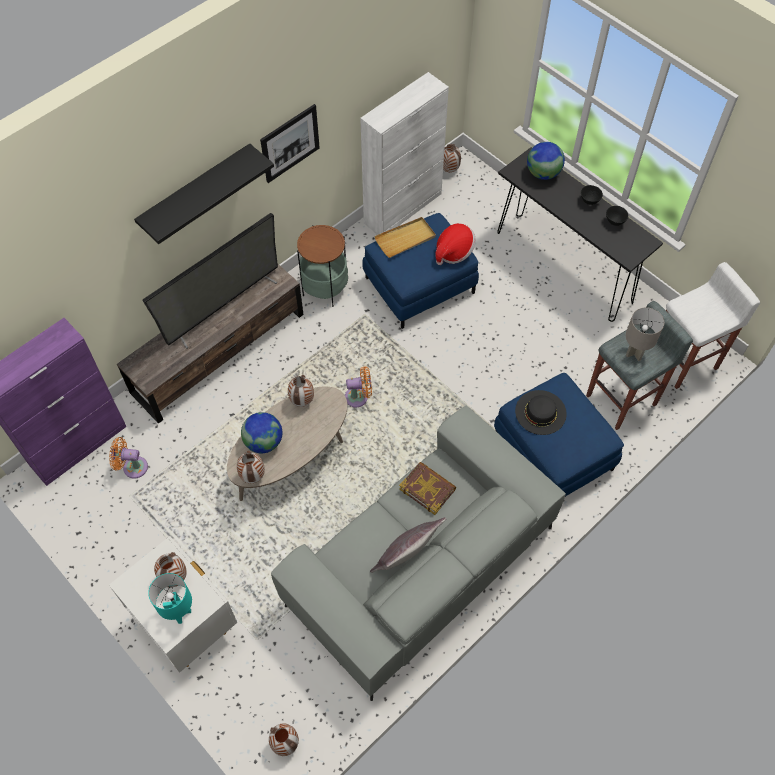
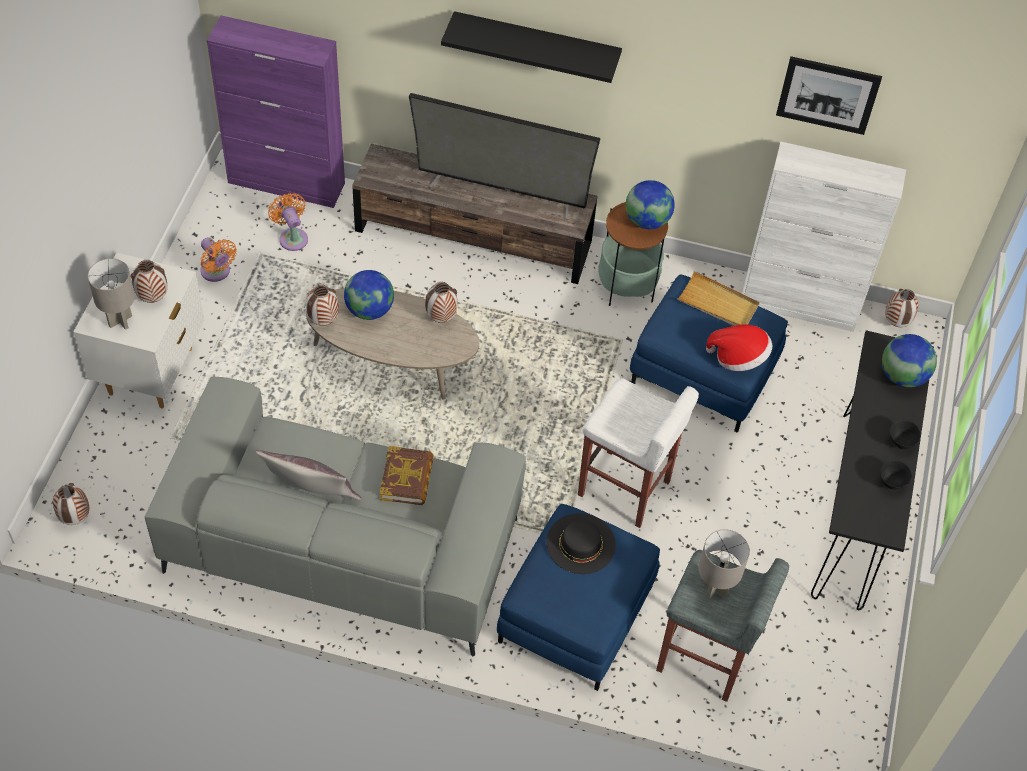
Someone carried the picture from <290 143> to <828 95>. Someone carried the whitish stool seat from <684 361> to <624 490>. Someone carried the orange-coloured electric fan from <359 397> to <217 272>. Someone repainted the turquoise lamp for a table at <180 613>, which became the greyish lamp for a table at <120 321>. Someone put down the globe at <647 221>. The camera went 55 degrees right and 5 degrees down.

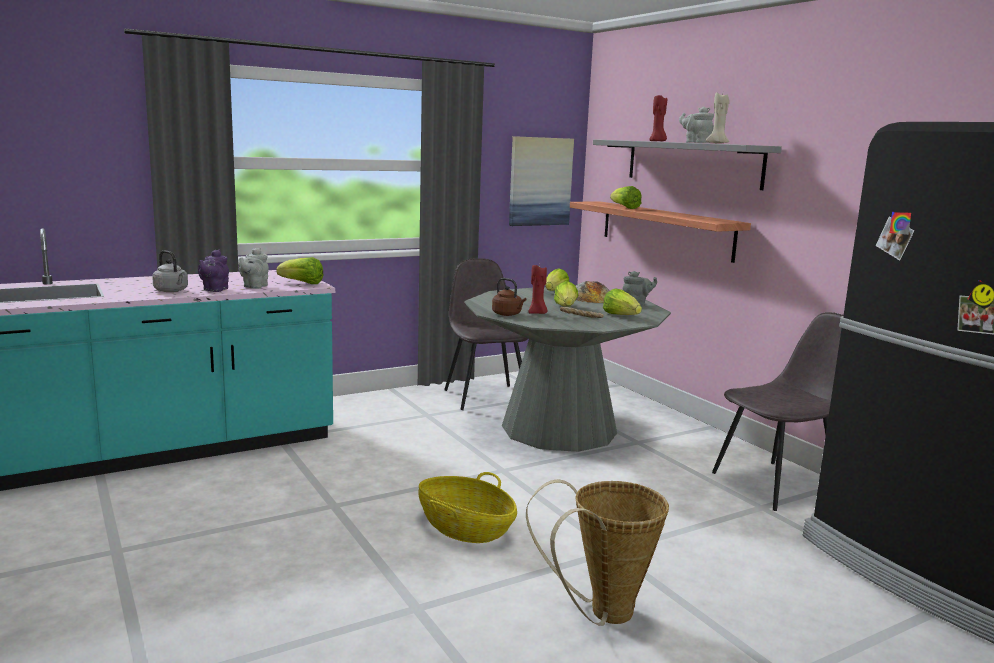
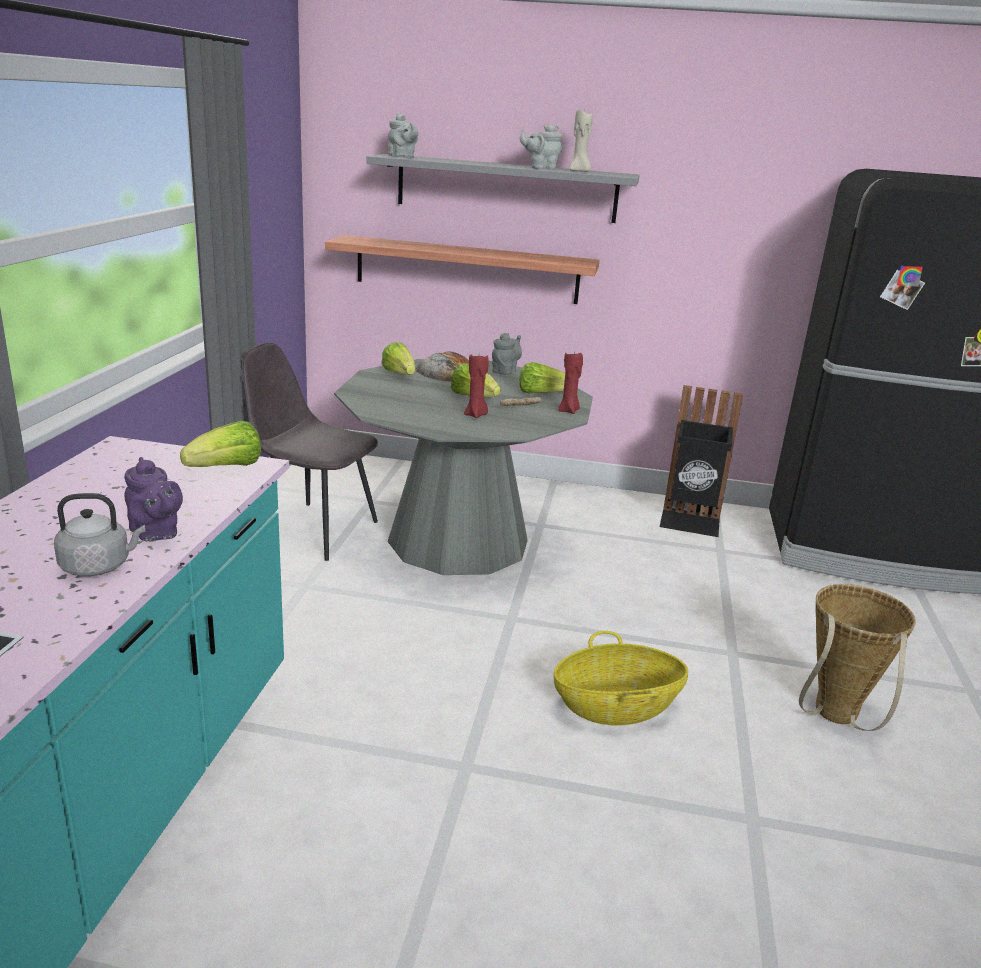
Someone carried the red candle from <657 141> to <569 411>. Someone took away the picture at <540 181>. Someone took away the lettuce at <624 208>. Someone carried the greyish tea pot from <254 286> to <402 157>. Someone took away the brown-coloured kettle at <508 314>. Someone swapped the greyish chair at <776 485> for the blackish rubbish bin at <690 523>. The camera went 50 degrees left and 10 degrees up.

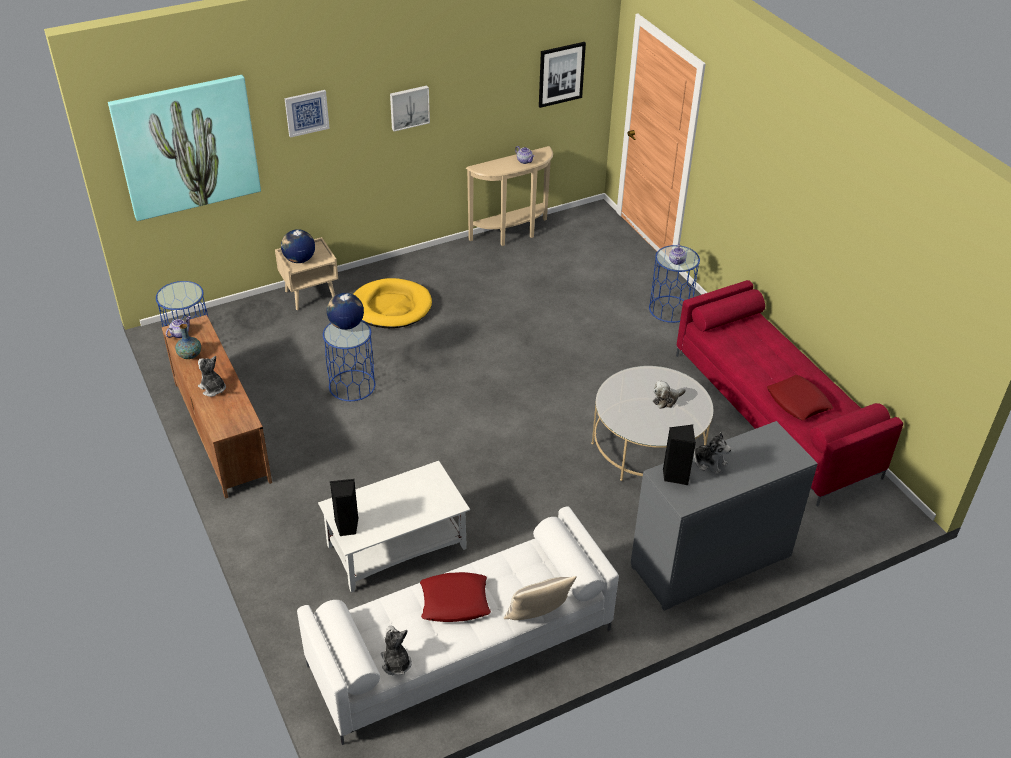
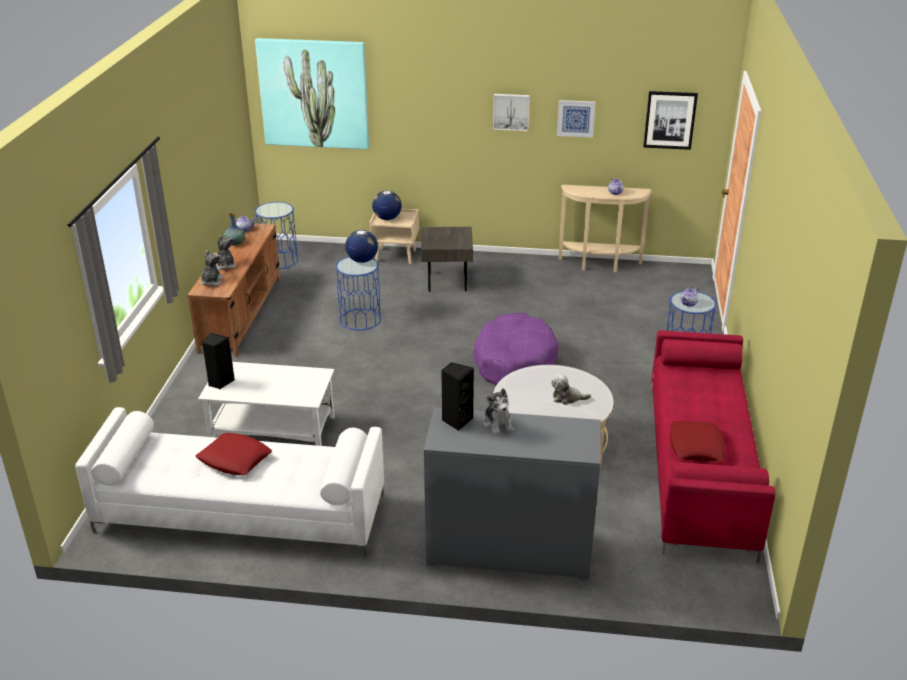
Someone carried the picture from <306 113> to <576 118>. Someone swapped the yellow-coloured dog bed at <390 307> for the greyish end table at <446 281>. Someone took away the cushion at <538 615>. Someone carried the plush toy from <396 663> to <211 282>. Someone put down the purplish dog bed at <514 362>. The camera went 35 degrees right and 10 degrees down.

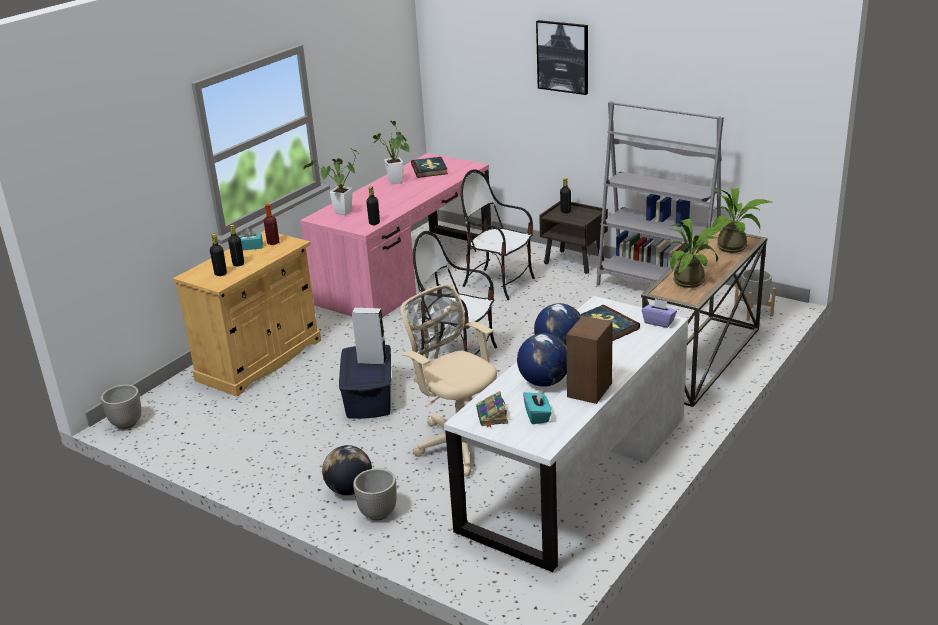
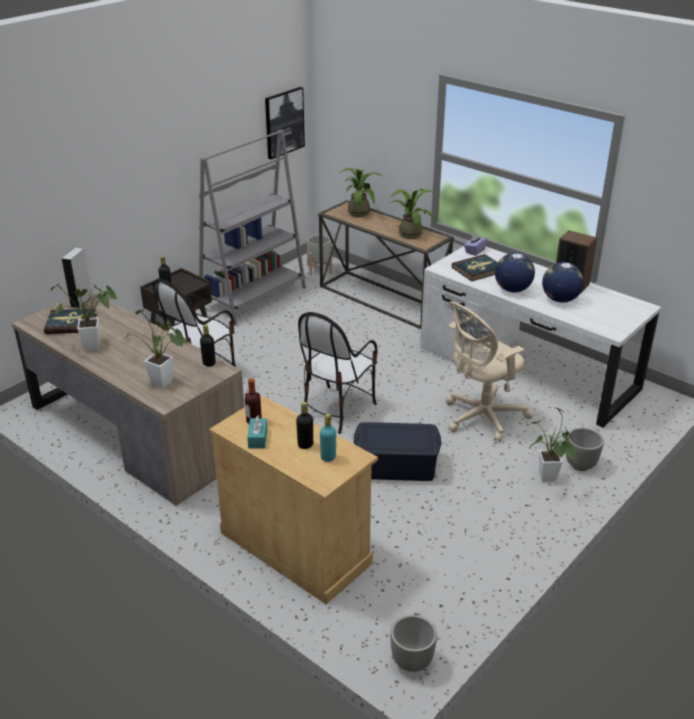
Someone carried the picture from <563 57> to <284 122>. Someone repainted the pink-coloured desk unit at <406 273>, which became the brown-coloured desk unit at <136 432>. Someone repainted the blackish beverage bottle at <220 274>, which became the turquoise beverage bottle at <328 457>. Someone carried the greyish audio speaker from <372 361> to <81 301>. Someone took away the turquoise box of tissues at <537 416>. Someone took away the bound book at <492 416>. Someone swapped the globe at <349 490> for the potted plant at <547 480>. The camera went 85 degrees left and 5 degrees up.

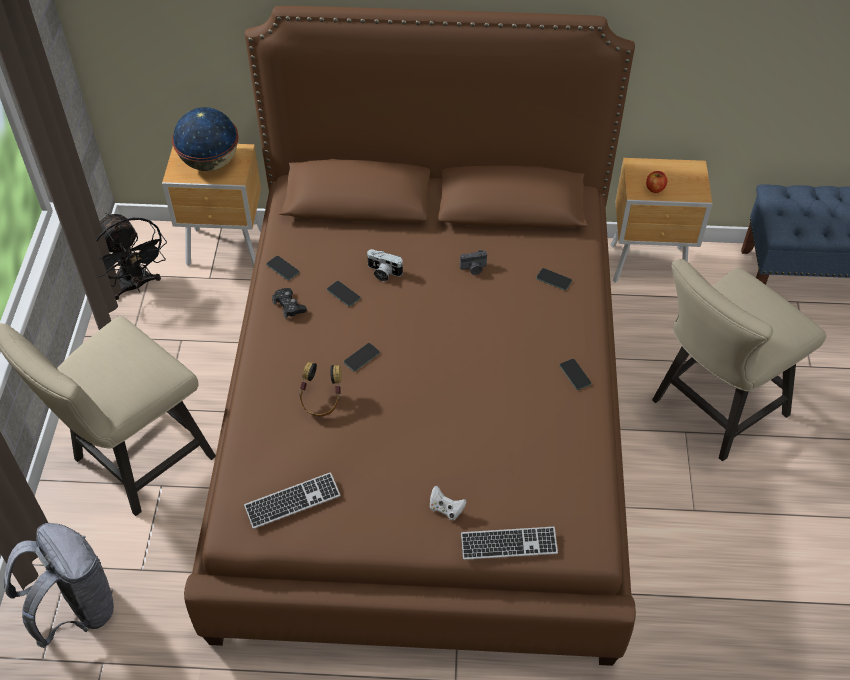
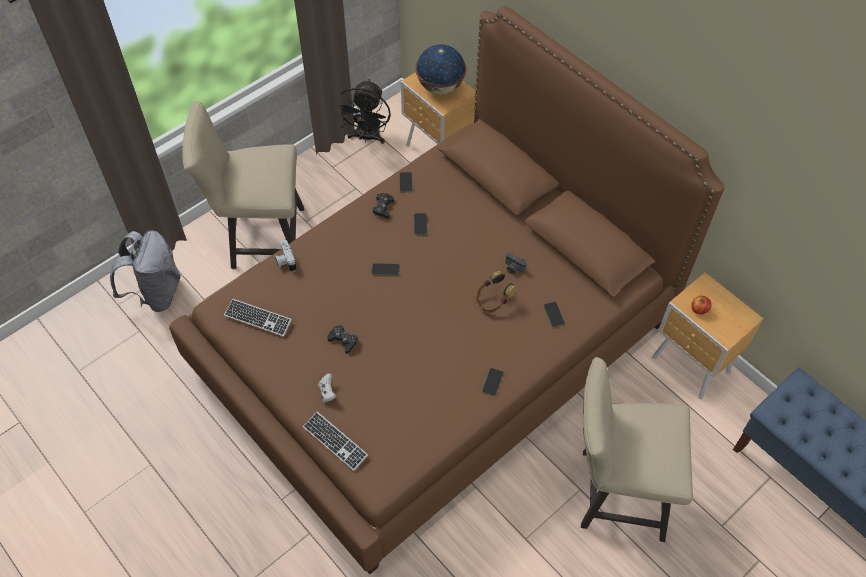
Someone carried the photo camera from <383 272> to <285 261>. Someone carried the headphones from <321 401> to <493 300>. Someone put down the blackish game controller at <343 340>. The camera went 45 degrees right and 5 degrees up.

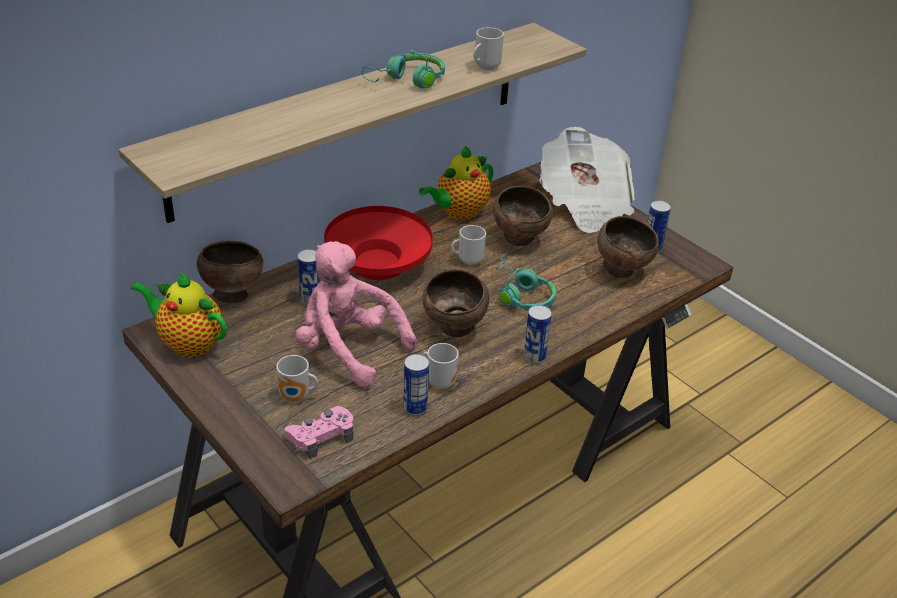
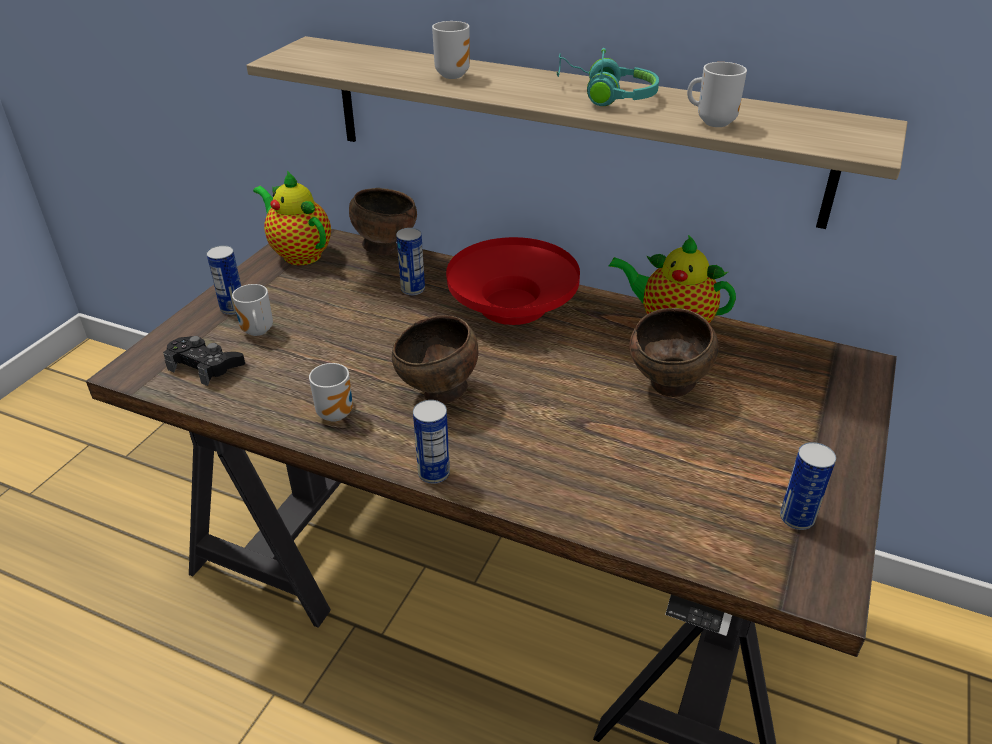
Someone took away the printed paper at <584 204>. Someone took away the brown-coloured deep dish at <622 271>. Someone carried the coffee mug from <468 260> to <452 74>. Someone took away the pink-coloured plush toy at <348 349>. Someone took away the turquoise headphones at <521 295>. Someone rotated the tea pot at <188 343> by 45 degrees counterclockwise. Someone carried the metal can from <415 409> to <233 308>. Someone repainted the pink-coloured game controller at <321 436>, which became the blackish game controller at <205 366>. The camera went 65 degrees right and 0 degrees up.

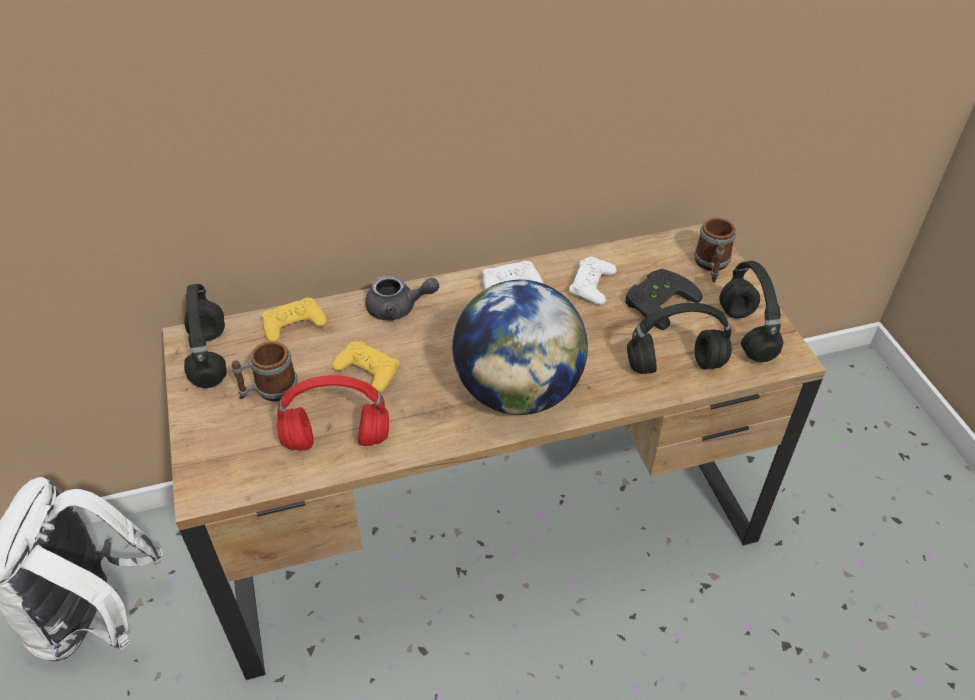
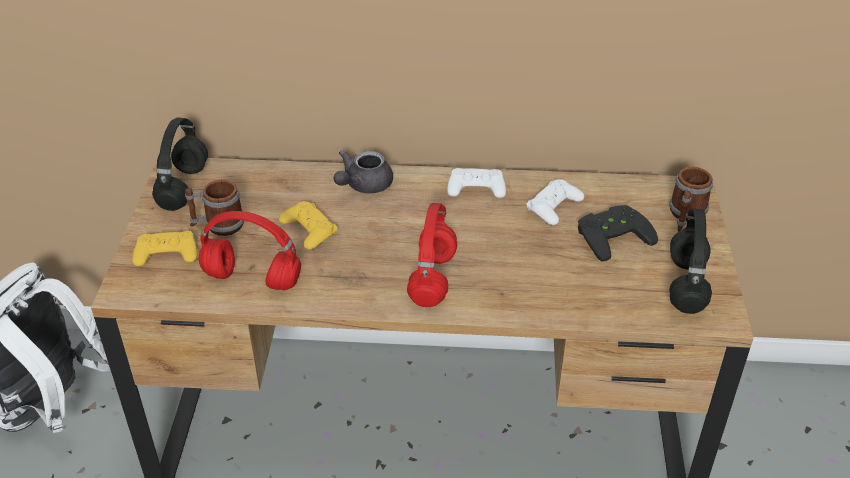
Someone rotated the greyish tea pot at <398 308> by 105 degrees clockwise. Someone swapped the globe at <518 391> for the red headphones at <433 280>. Someone carried the yellow-coloured game controller from <293 324> to <167 253>. Someone took away the blackish headphones at <676 364>. The camera went 20 degrees right and 5 degrees down.

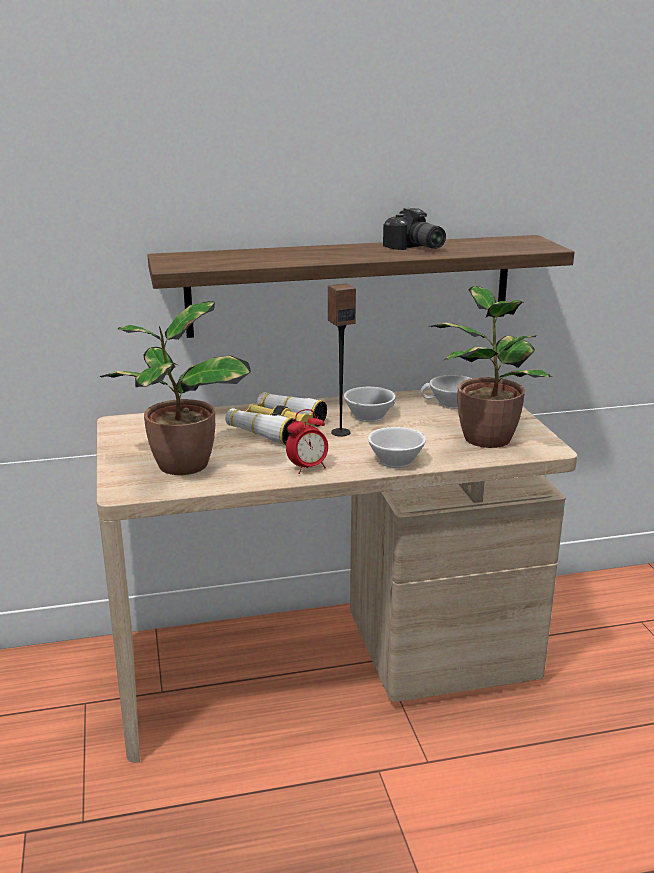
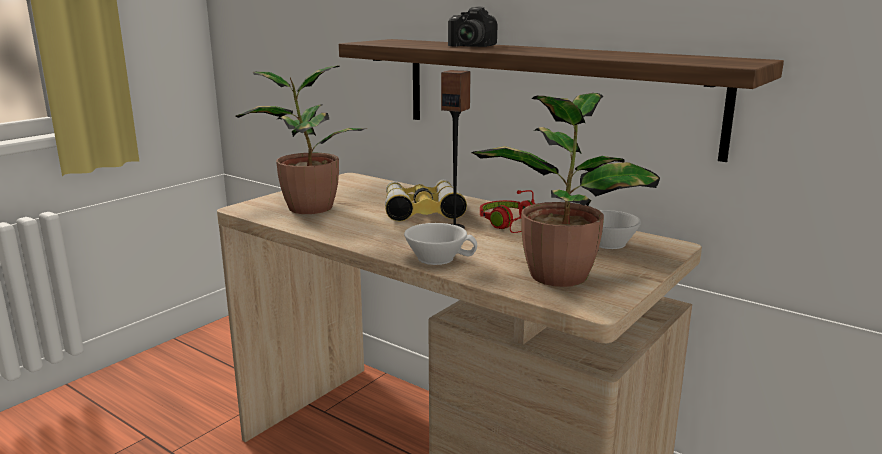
Someone carried the photo camera from <414 248> to <467 46>. Someone swapped the whitish drinking cup at <369 415> for the red headphones at <510 225>. Someone took away the bedside clock at <308 468>. The camera went 50 degrees right and 5 degrees down.

